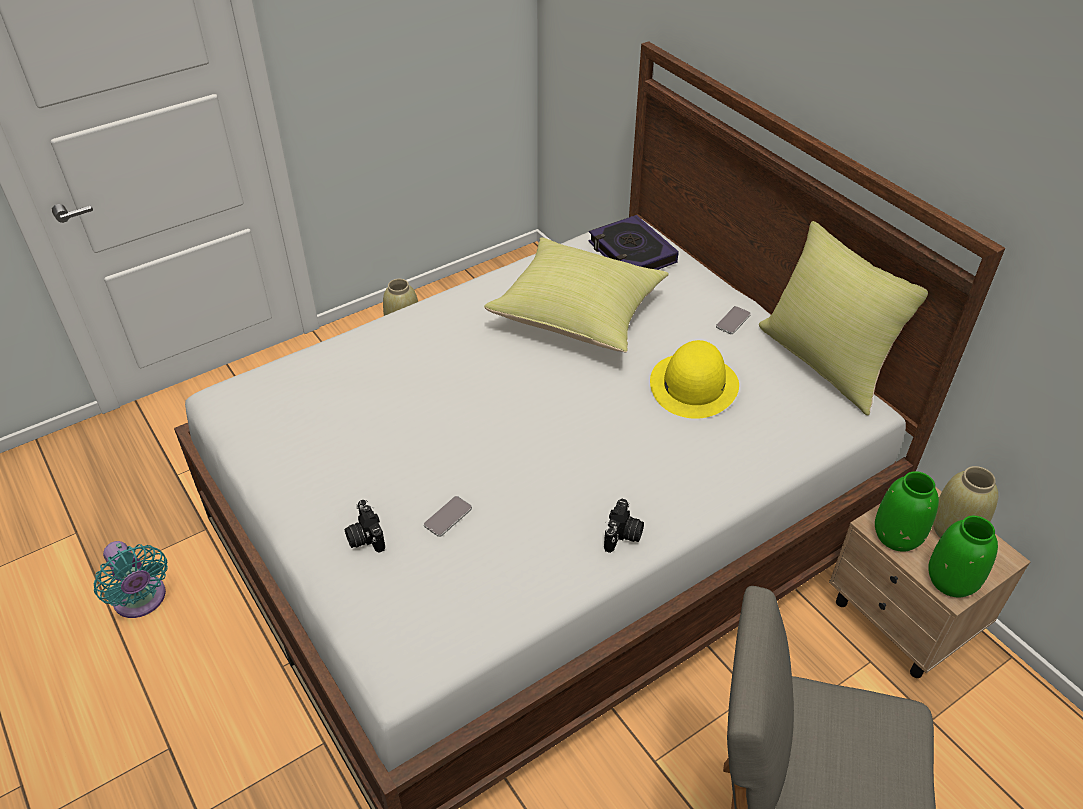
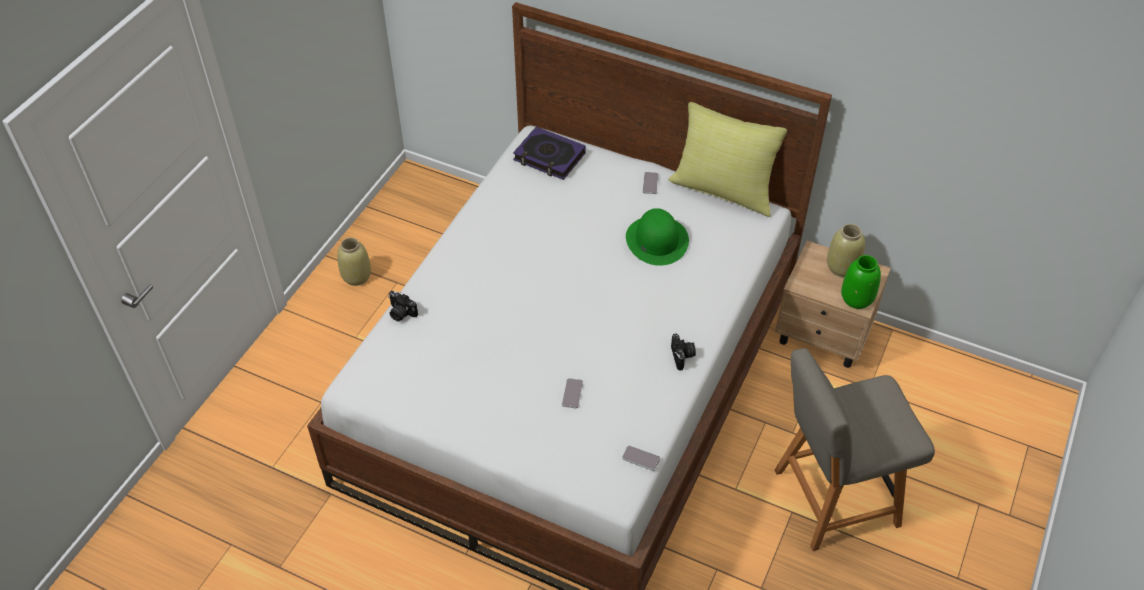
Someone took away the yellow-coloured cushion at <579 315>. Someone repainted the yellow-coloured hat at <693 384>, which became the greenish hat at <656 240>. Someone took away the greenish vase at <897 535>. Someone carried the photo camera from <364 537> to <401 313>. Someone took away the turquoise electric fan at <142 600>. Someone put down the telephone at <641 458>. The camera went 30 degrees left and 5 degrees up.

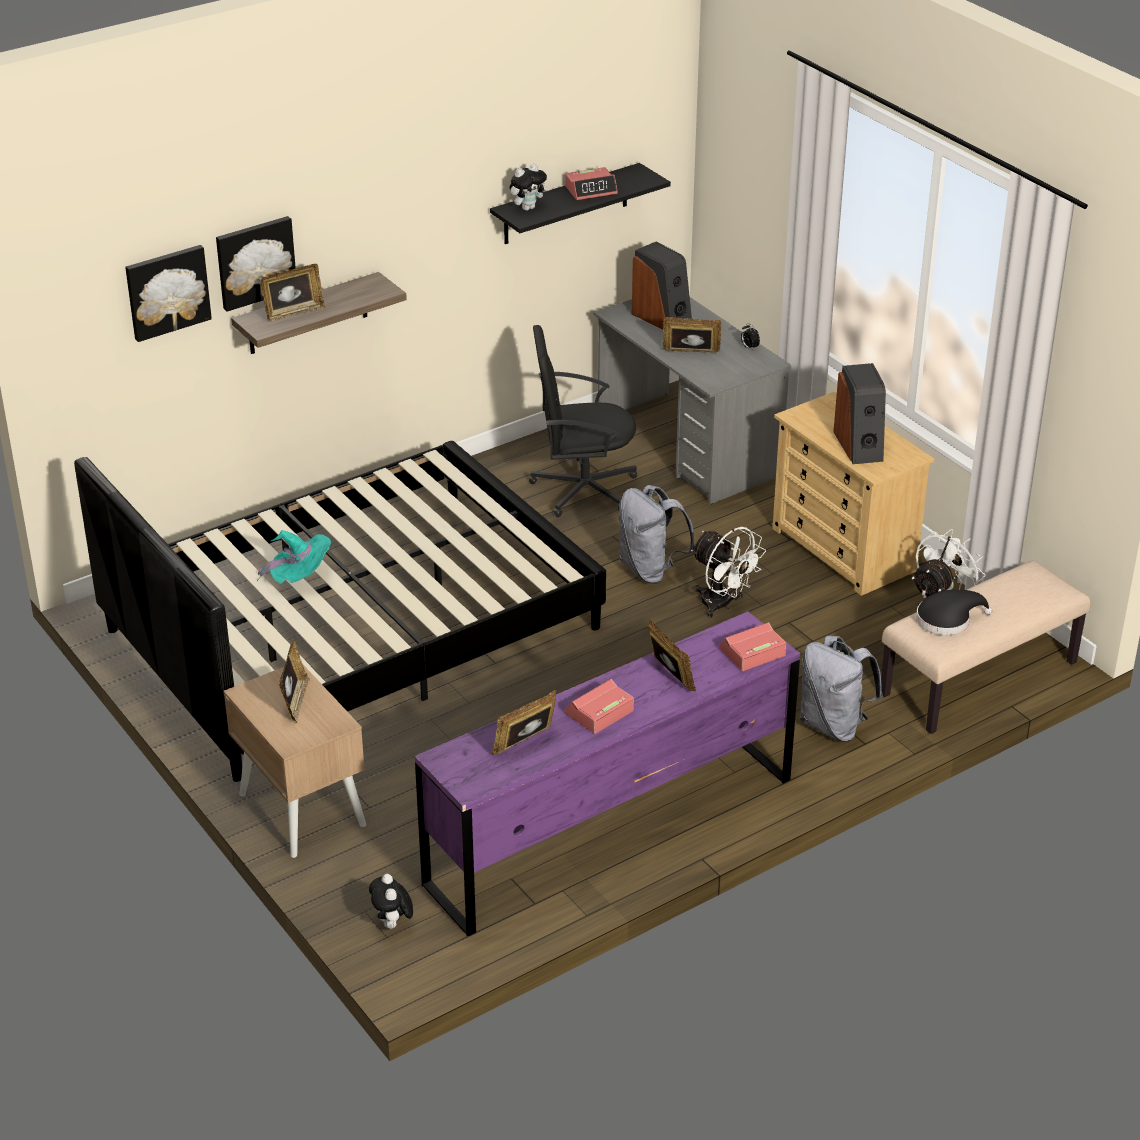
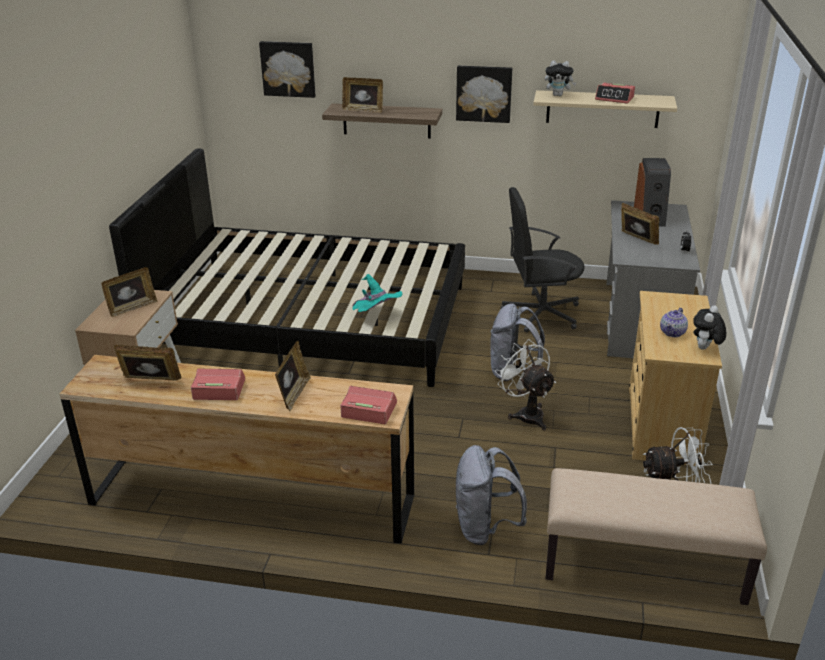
Someone repainted the blackish wall shelf at <566 204>, which became the beige wall shelf at <602 109>. Someone carried the picture from <255 262> to <484 93>. Someone rotated the blackish office chair at <582 489> by 45 degrees counterclockwise. Someone swapped the audio speaker at <859 446> for the tea pot at <673 332>. Someone rotated the whitish electric fan at <722 605> by 150 degrees clockwise. Someone carried the turquoise hat from <300 578> to <376 315>. Someone took away the blackish hat at <947 620>. Someone repainted the purplish drawer chest at <610 830>, which became the brown-coloured drawer chest at <252 499>. Someone carried the plush toy from <392 924> to <705 349>. The camera went 45 degrees right and 5 degrees down.

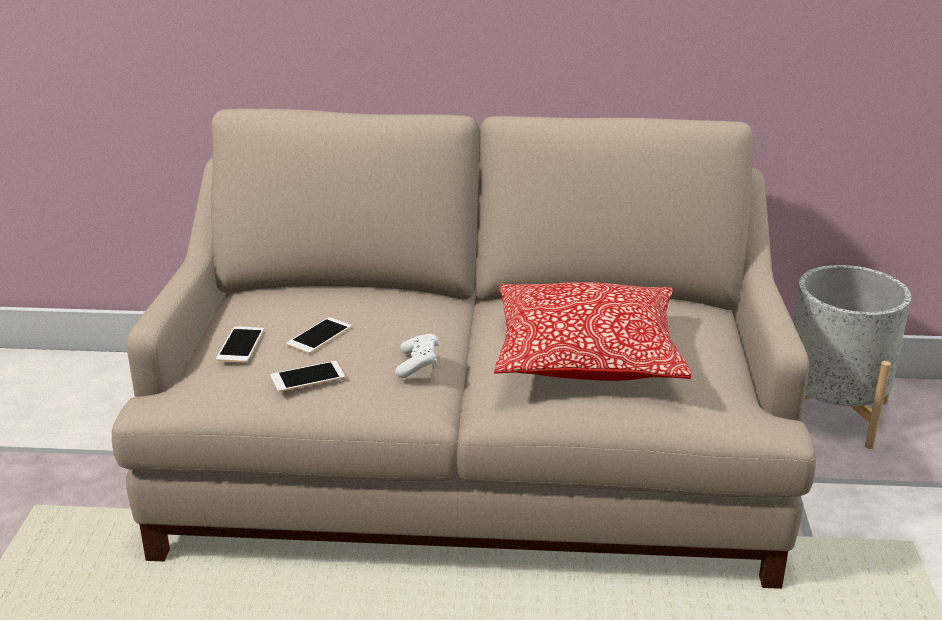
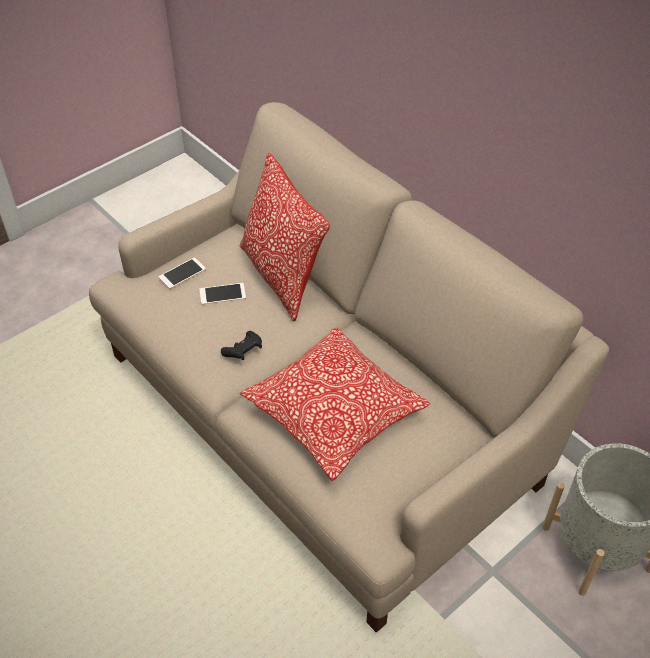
Someone repainted the whitish game controller at <418 365>, which became the blackish game controller at <243 351>. Someone took away the telephone at <307 377>. Someone put down the cushion at <282 276>. The camera went 45 degrees right and 20 degrees up.

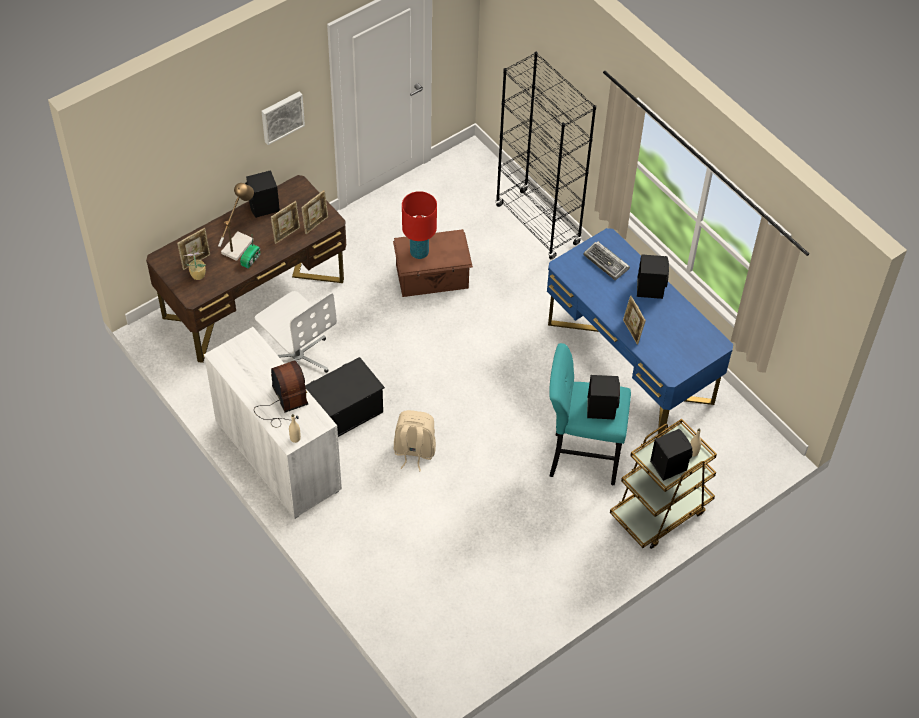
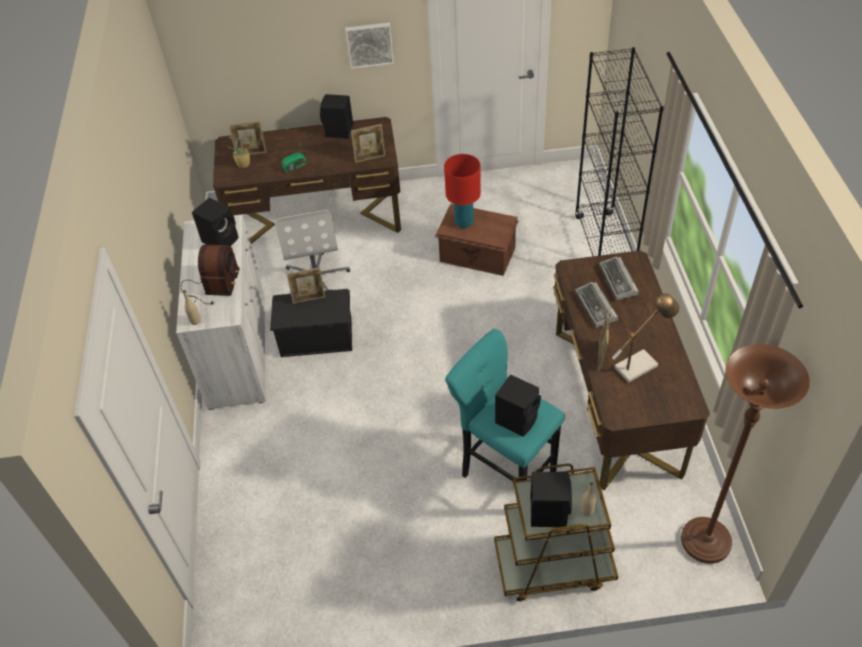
Someone carried the lamp for a table from <239 243> to <640 364>. Someone carried the picture frame from <286 234> to <309 299>. Someone repainted the blue-coloured desk unit at <629 362>, which became the brown-coloured desk unit at <615 400>. Someone carried the blackish audio speaker from <650 287> to <221 239>. Someone took away the beige knapsack at <414 451>. Someone put down the keyboard at <596 308>. Someone put down the brown-coloured standing lamp at <705 542>. The camera went 35 degrees right and 5 degrees down.

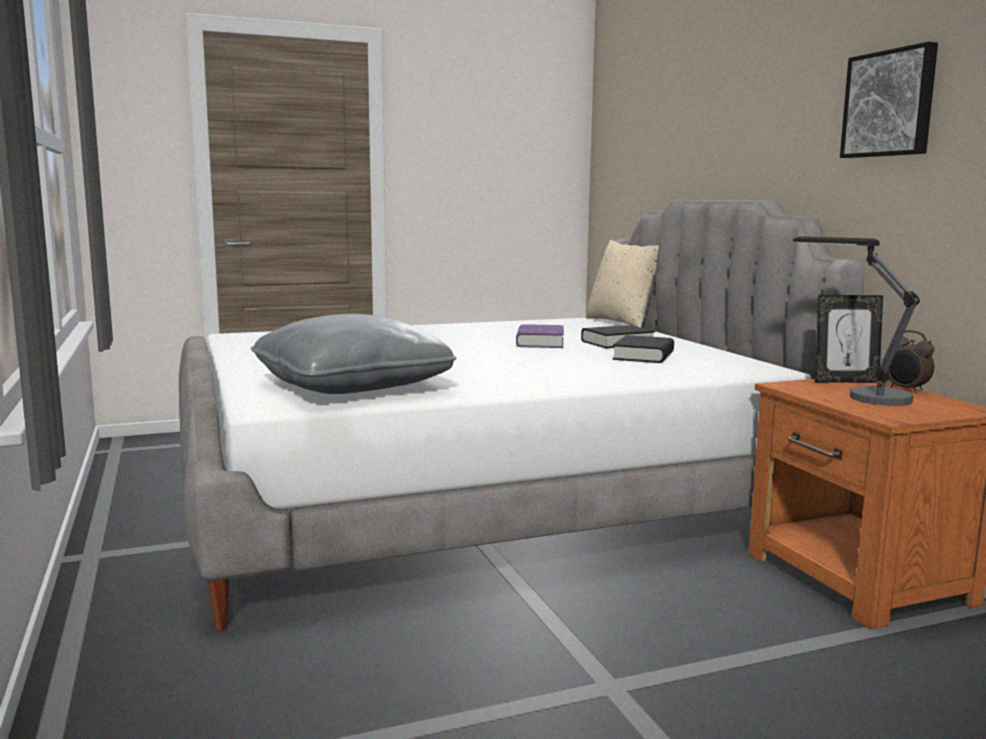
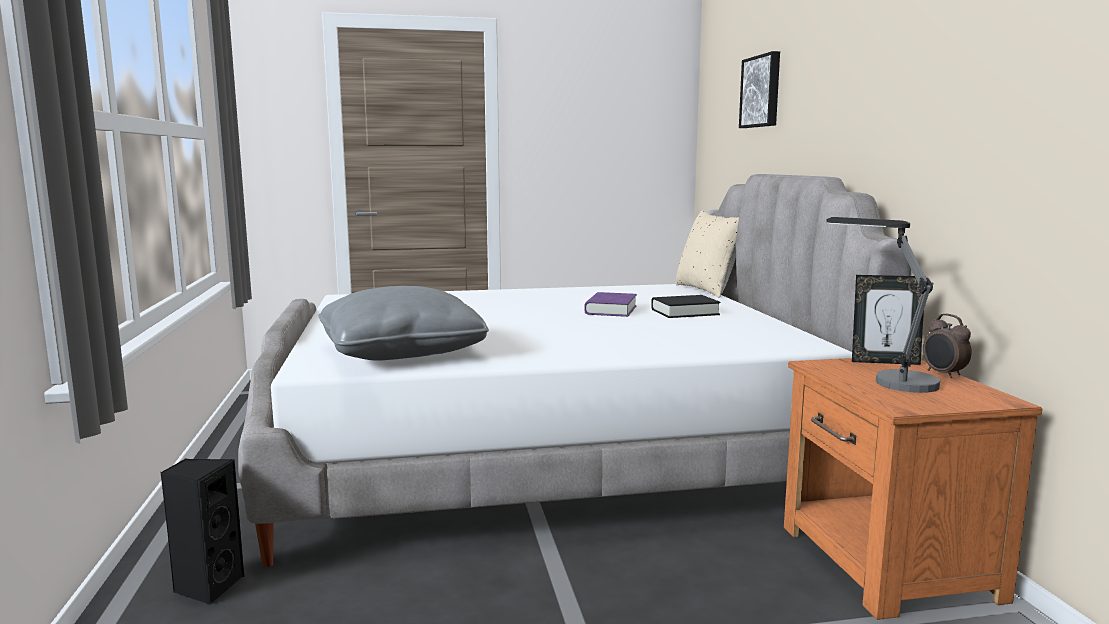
Someone carried the picture from <890 104> to <762 91>. Someone took away the blackish bound book at <643 356>. Someone put down the blackish audio speaker at <207 586>. The camera went 10 degrees right and 0 degrees up.

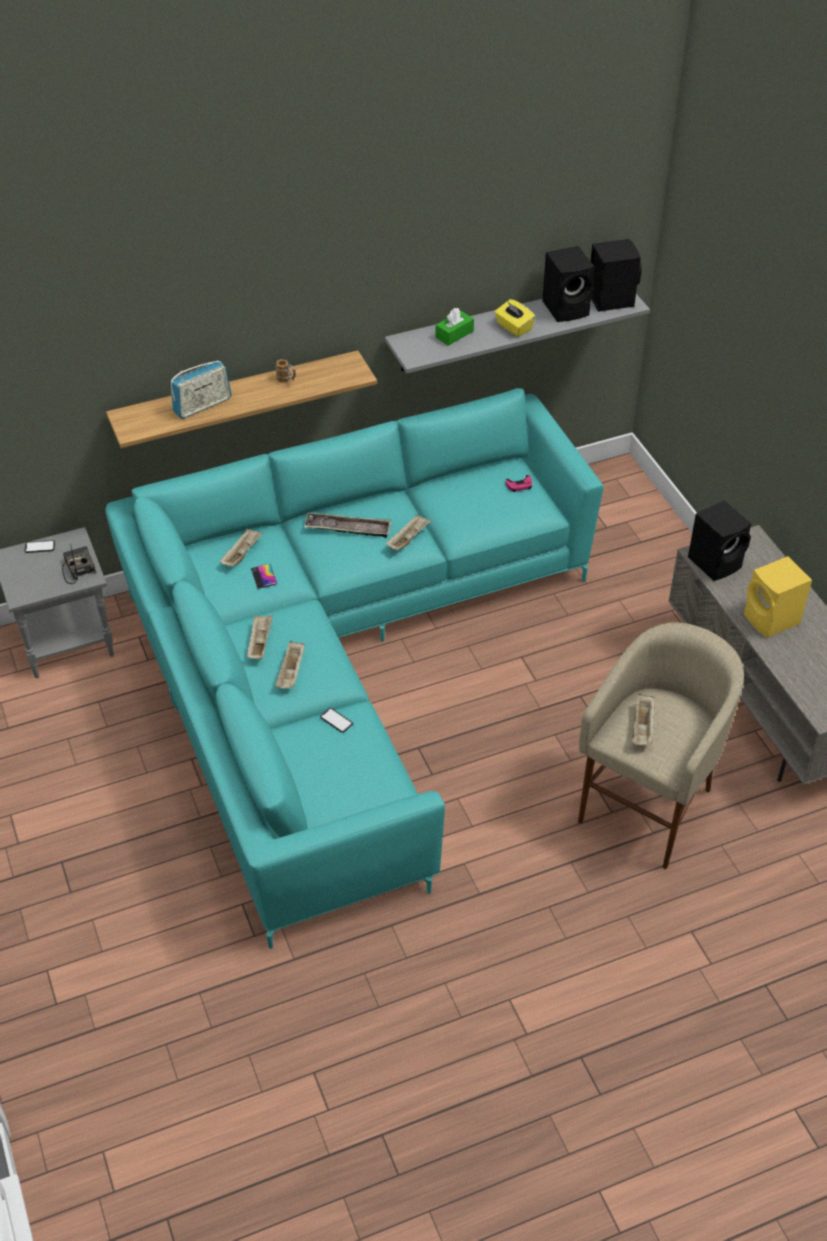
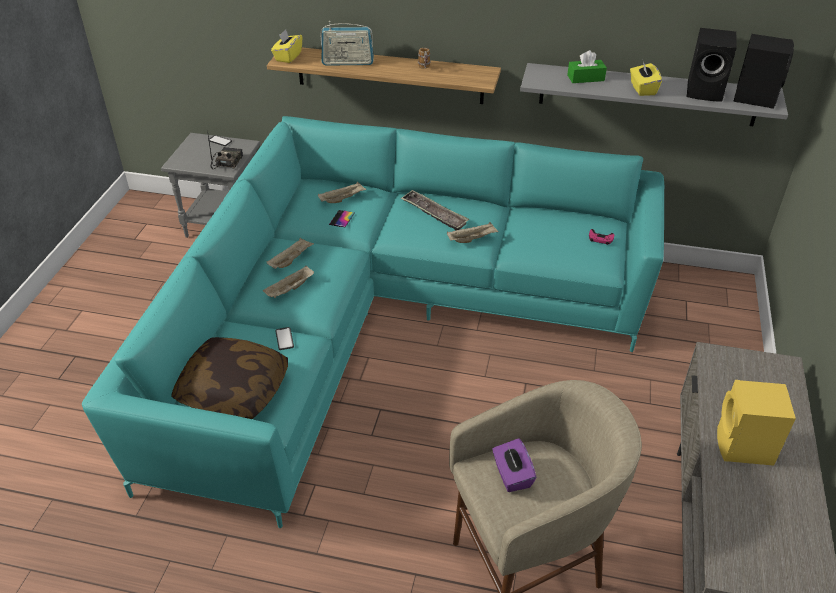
Someone took away the blackish audio speaker at <716 562>. Someone swapped the beige serving tray at <643 728> for the purplish box of tissues at <512 475>. Someone put down the yellow-coloured box of tissues at <288 57>. Someone put down the cushion at <234 390>. The camera went 35 degrees right and 5 degrees down.

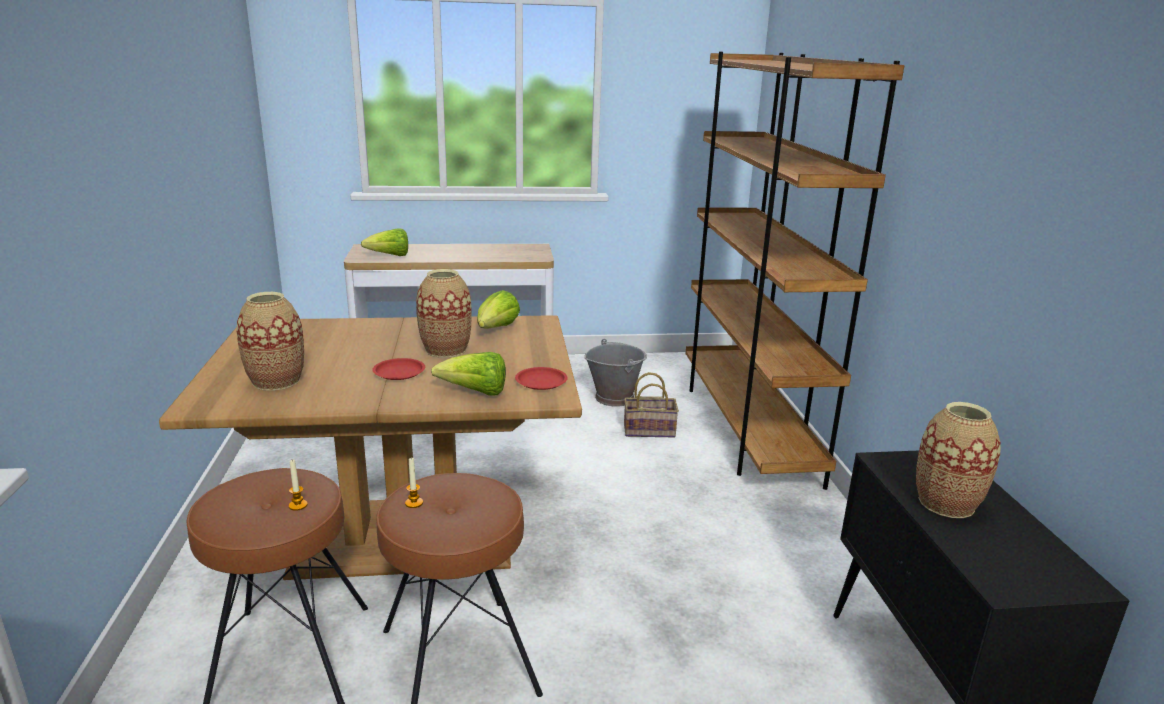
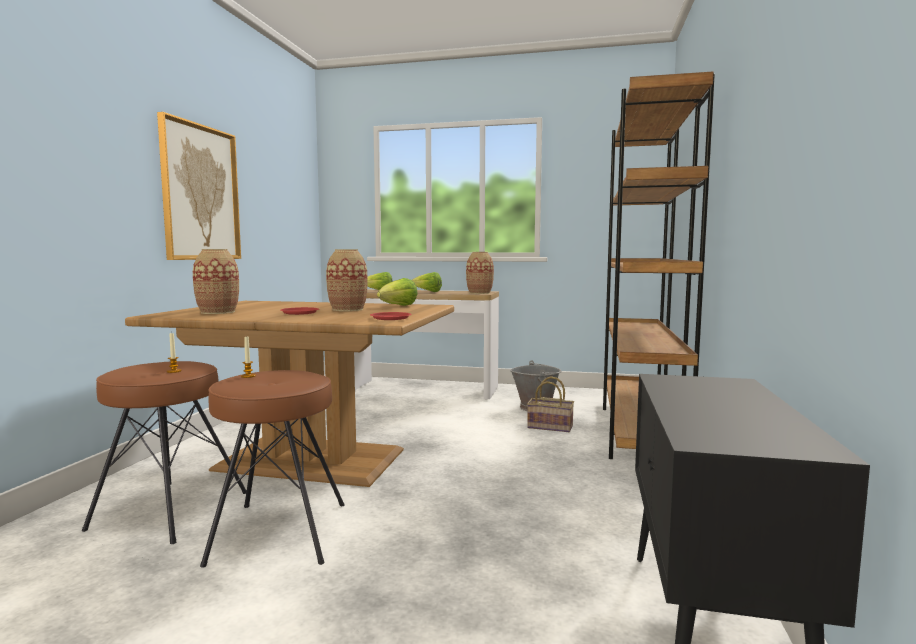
Someone carried the lettuce from <475 392> to <428 292>. Someone carried the vase from <946 503> to <479 293>. Someone put up the picture at <200 193>. The camera went 20 degrees right and 15 degrees down.

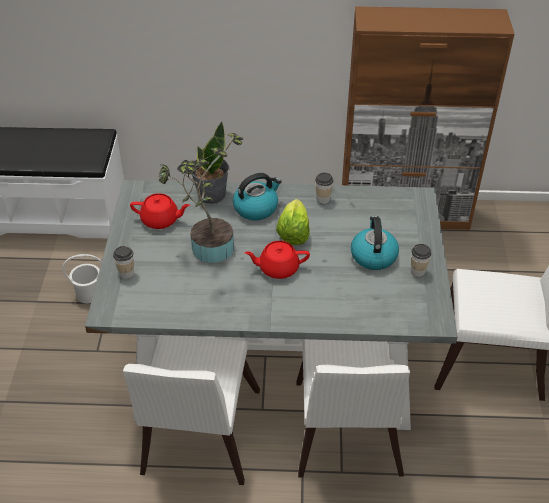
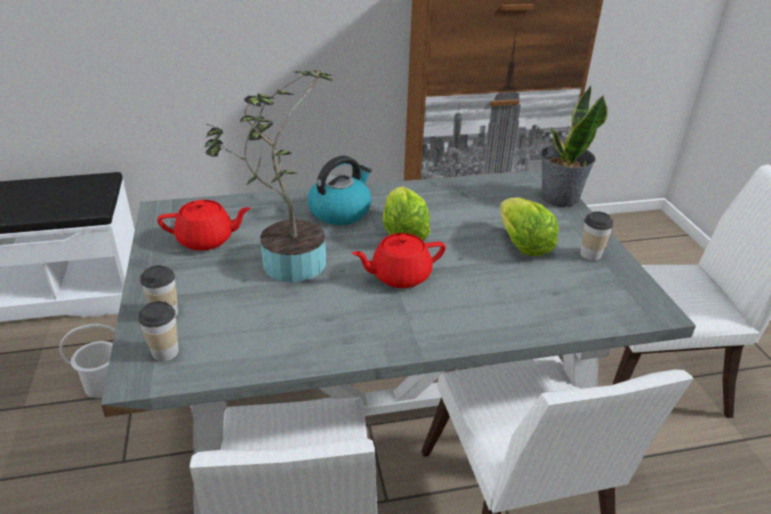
Someone carried the potted plant from <211 194> to <559 198>. Someone carried the drinking cup from <323 199> to <165 352>. Someone swapped the kettle at <373 255> for the lettuce at <522 244>. The camera went 15 degrees left and 10 degrees down.

